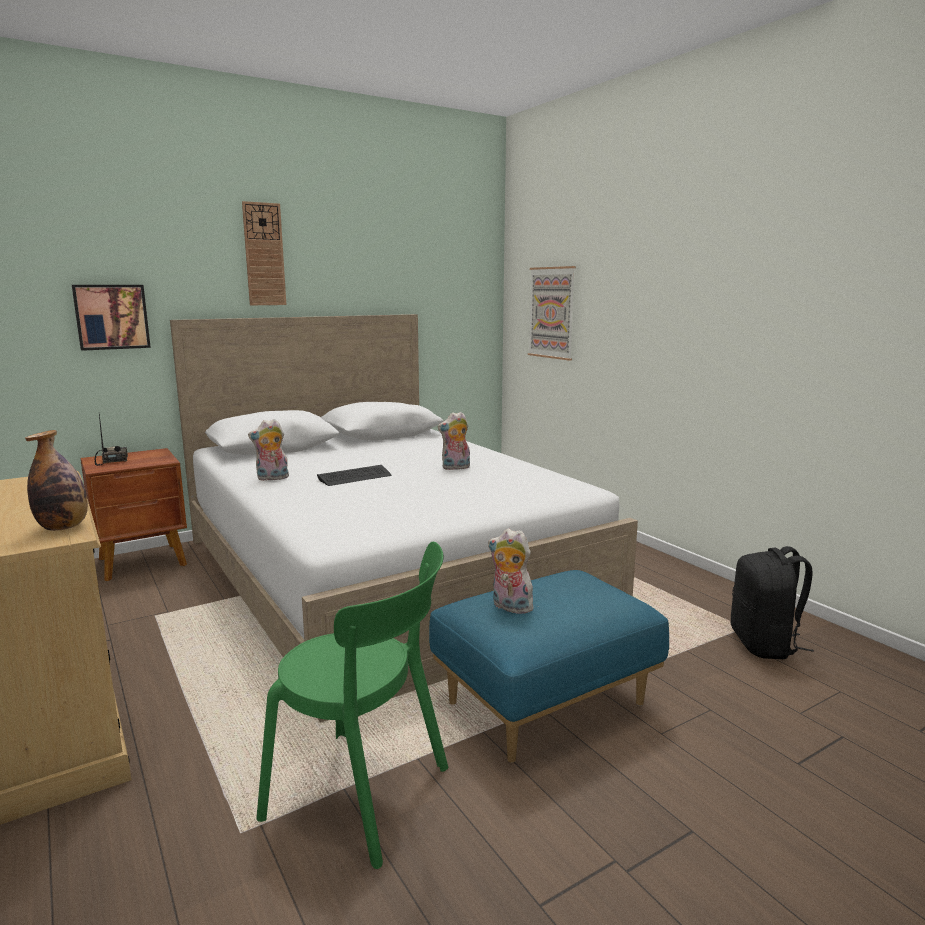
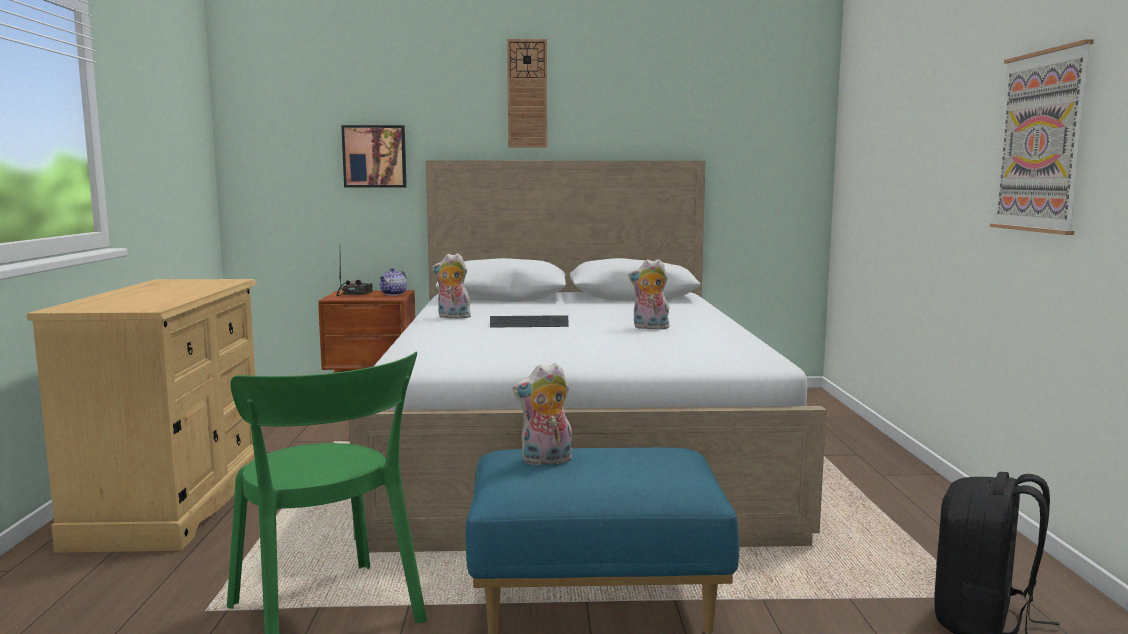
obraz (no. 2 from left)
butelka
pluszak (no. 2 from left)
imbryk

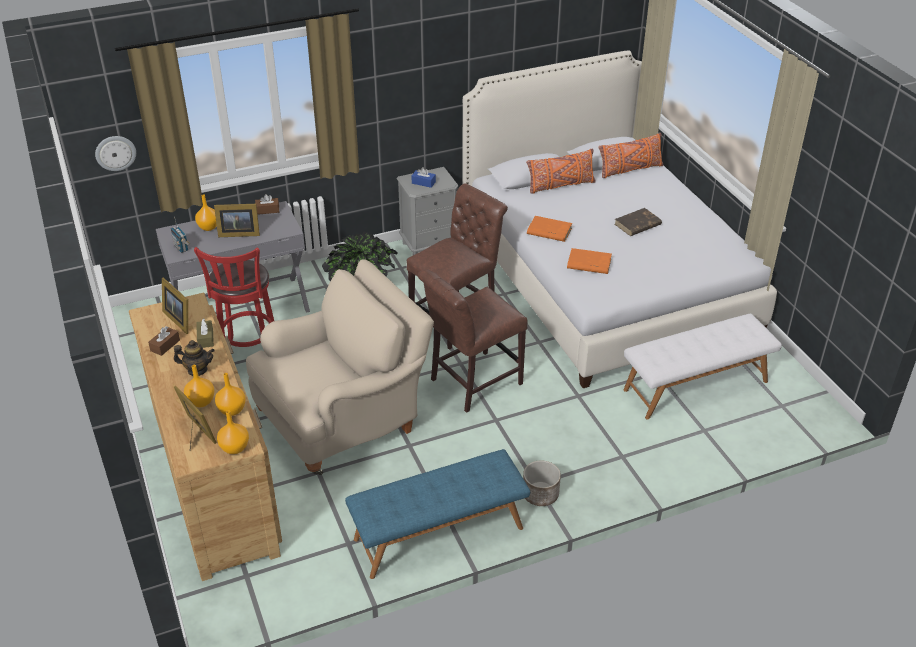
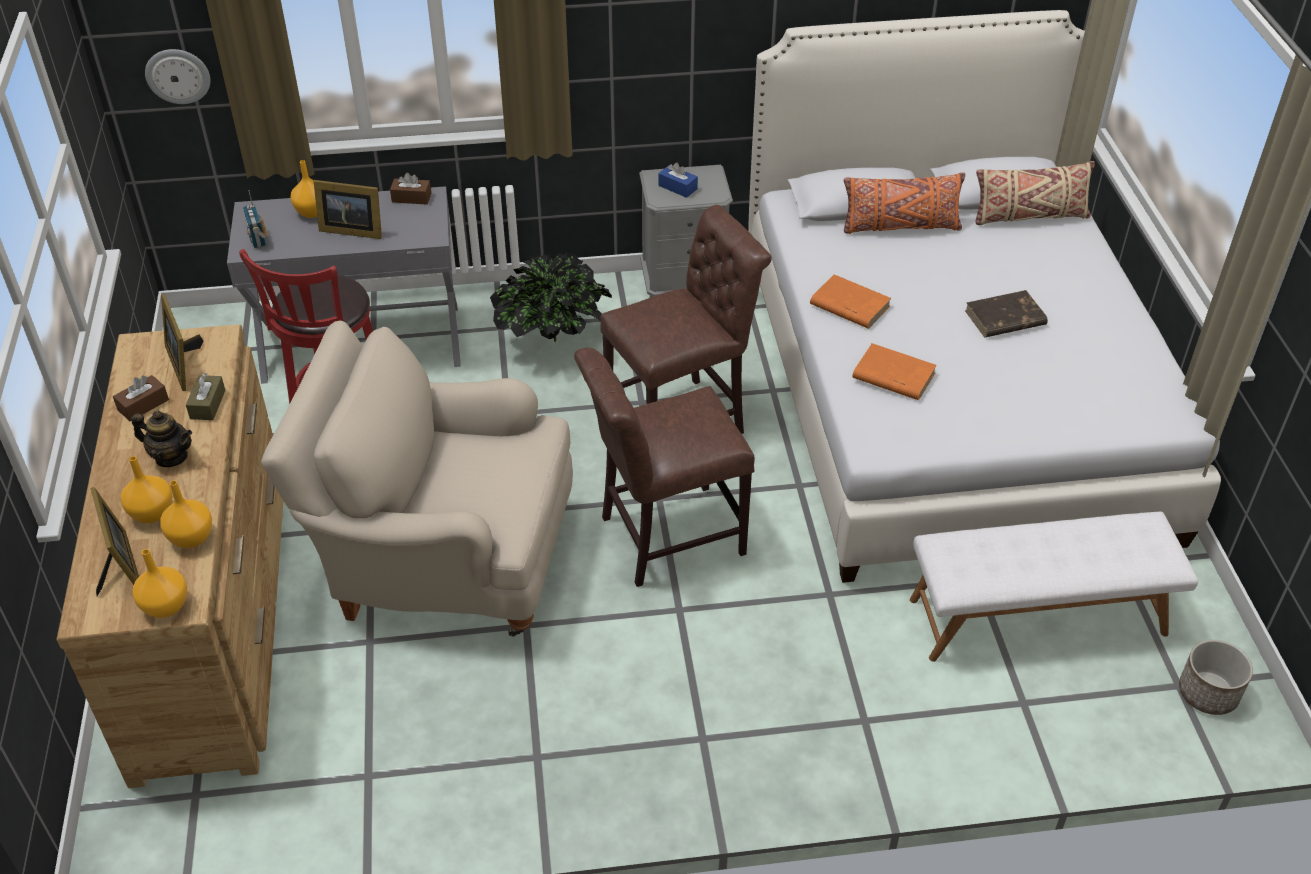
poduszka [beżowy]
fotel [beżowy]
ławka [niebieski]
donica

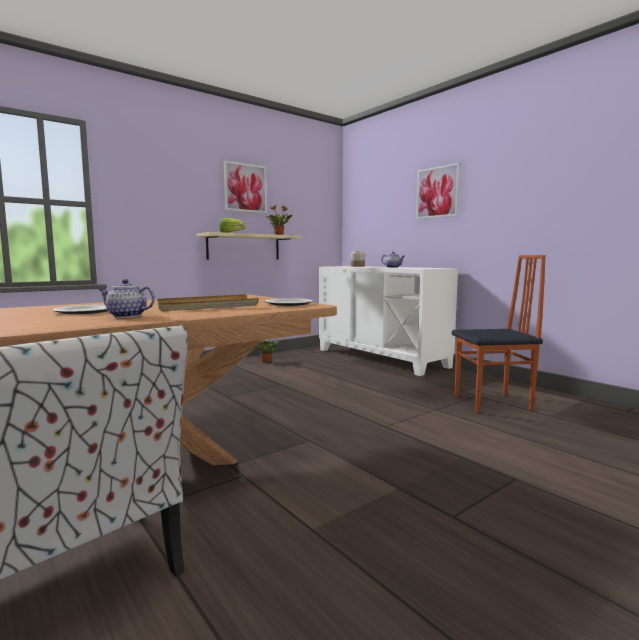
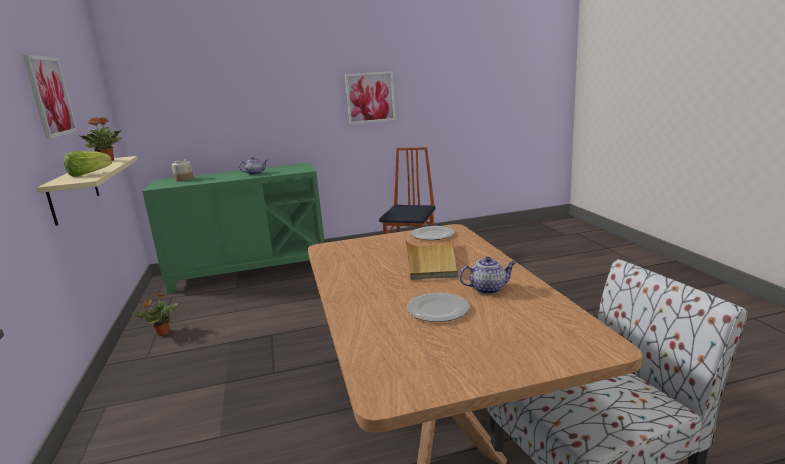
obraz (no. 2 from left)
szafka [zielony]
imbryk (no. 2 from left)

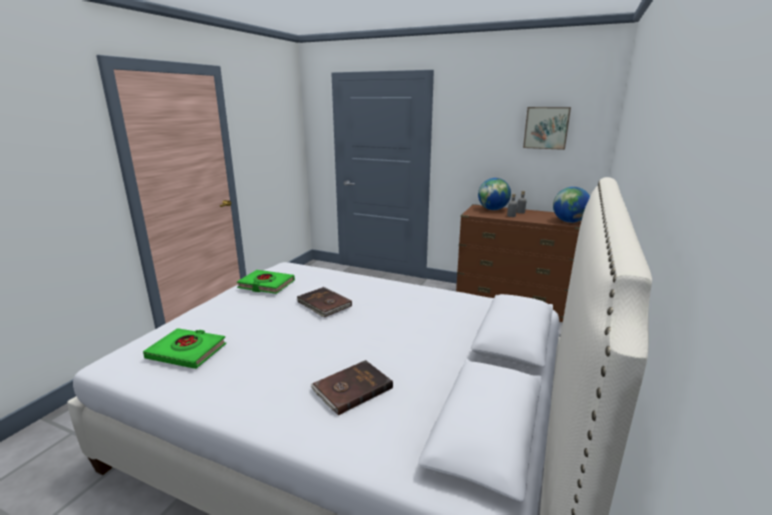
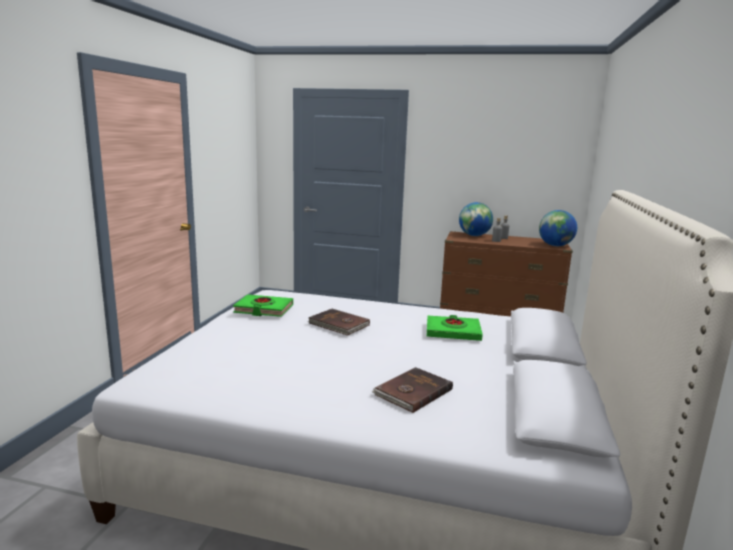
obraz
książka [zielony] (no. 2 from left)

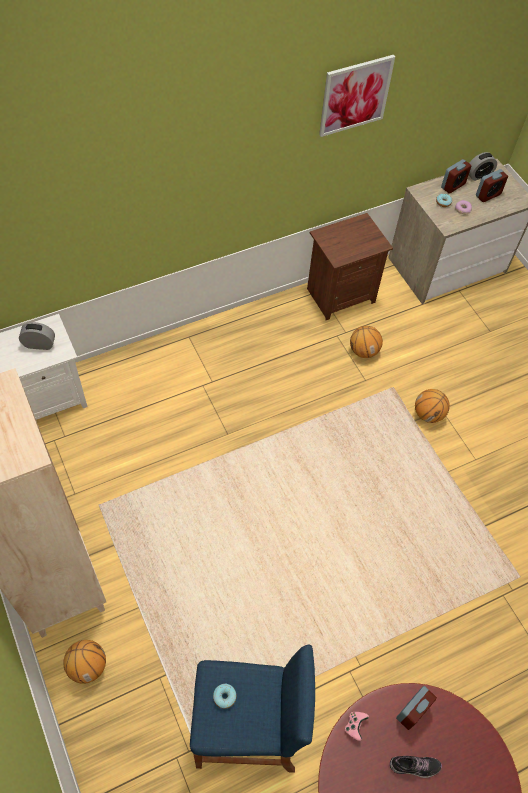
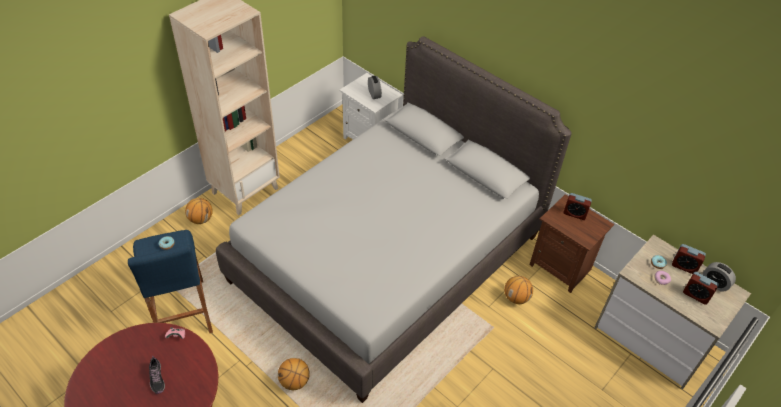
obraz
piłka do koszykówki (no. 2 from left)
budzik (no. 2 from left)
łóżko [szary]

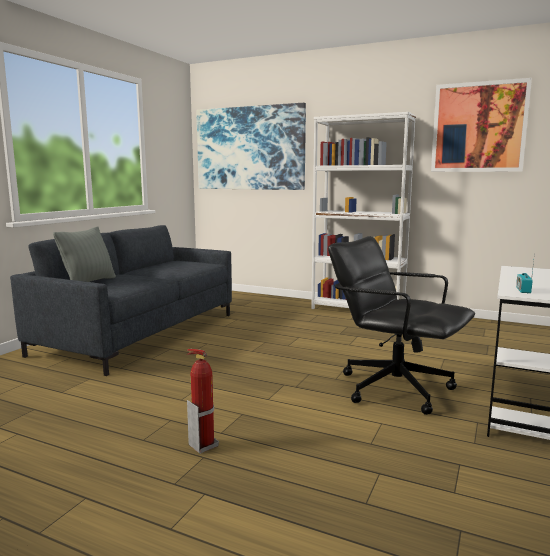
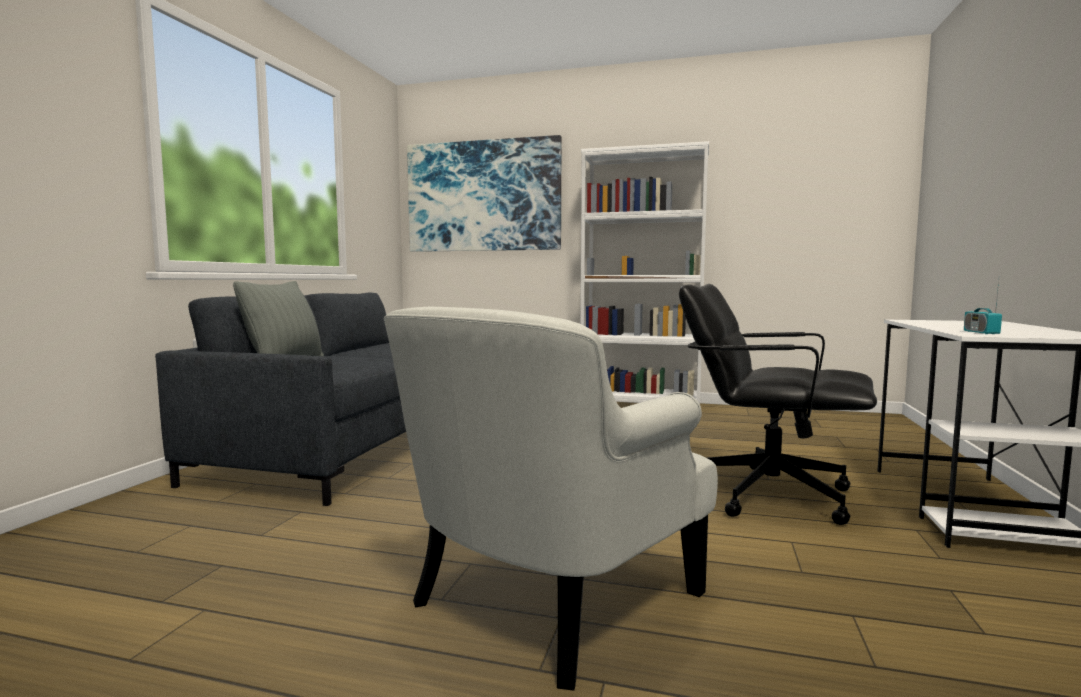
obraz (no. 2 from left in the first image)
fotel [biały]

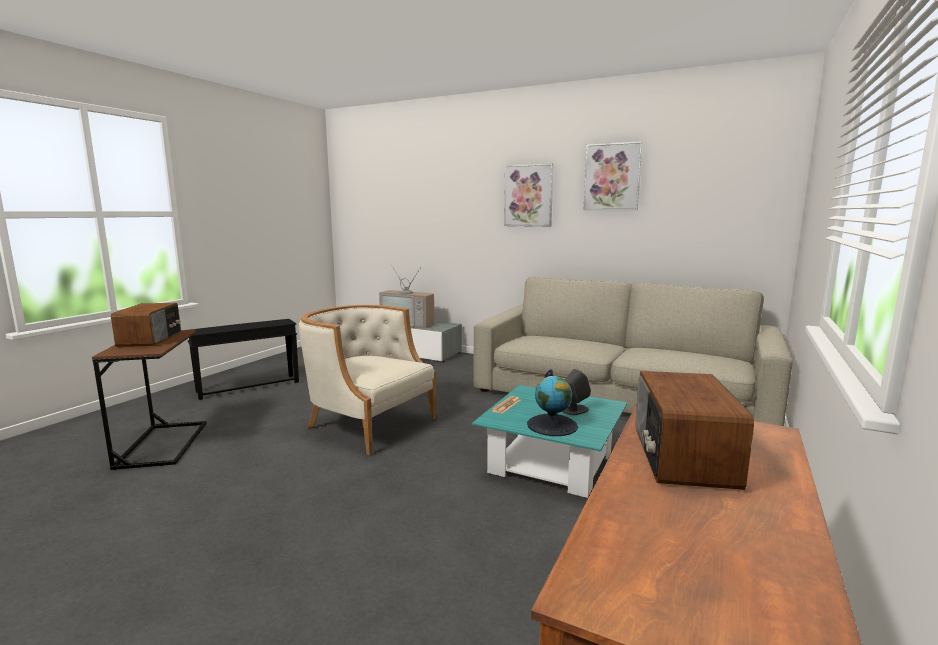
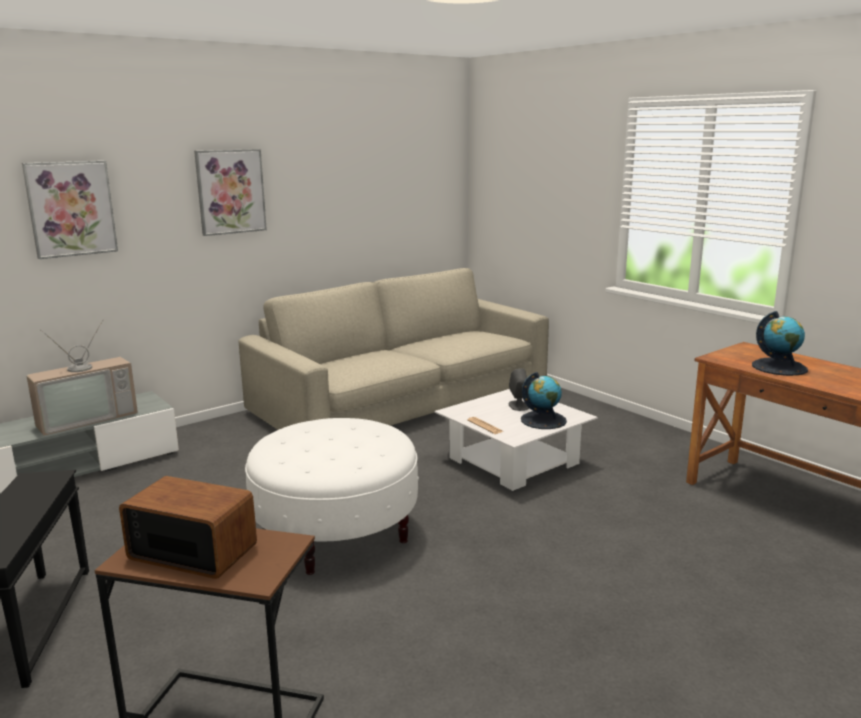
obraz (no. 1 from left)
pufa [biały]
globus (no. 2 from left)
ława [biały]

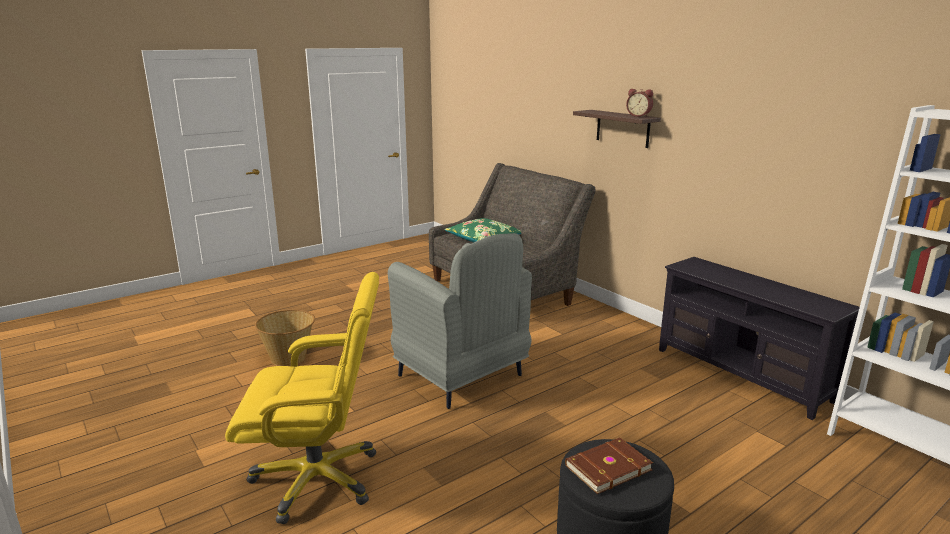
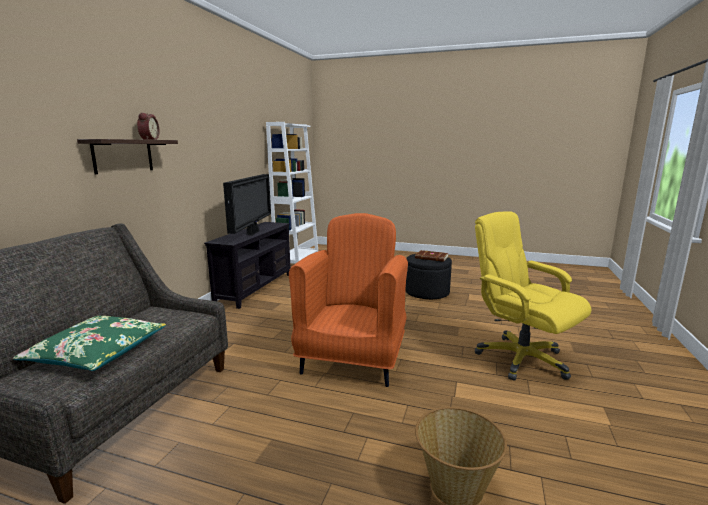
fotel [pomarańczowy]
telewizor

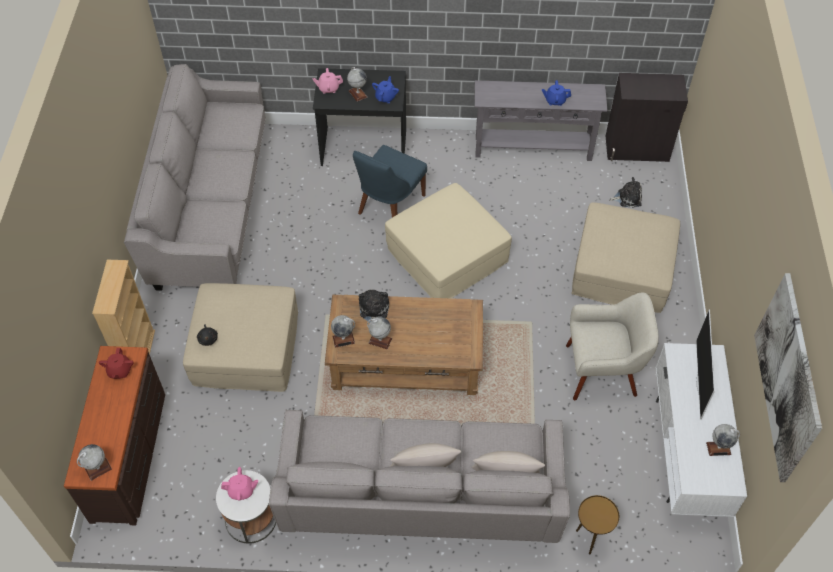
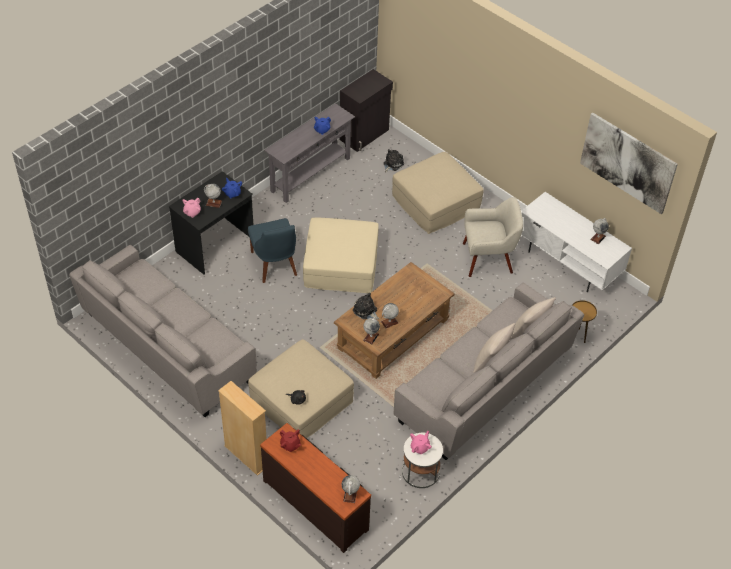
fotel [beżowy]
telewizor

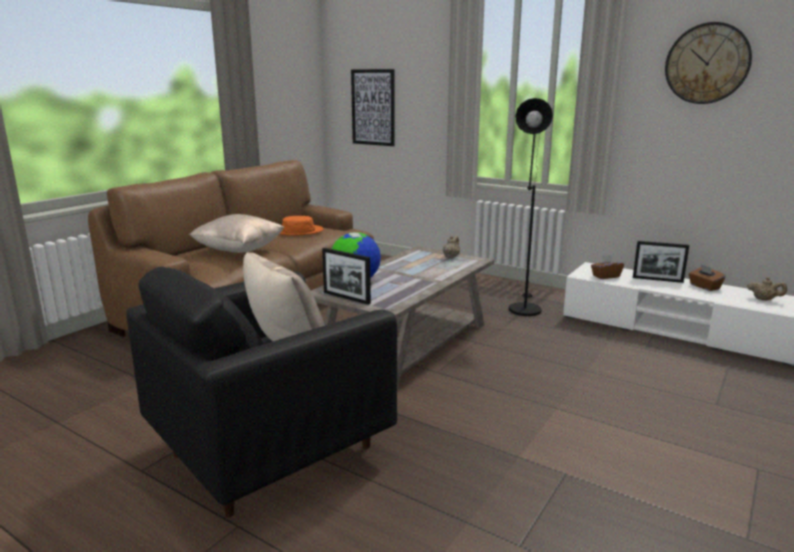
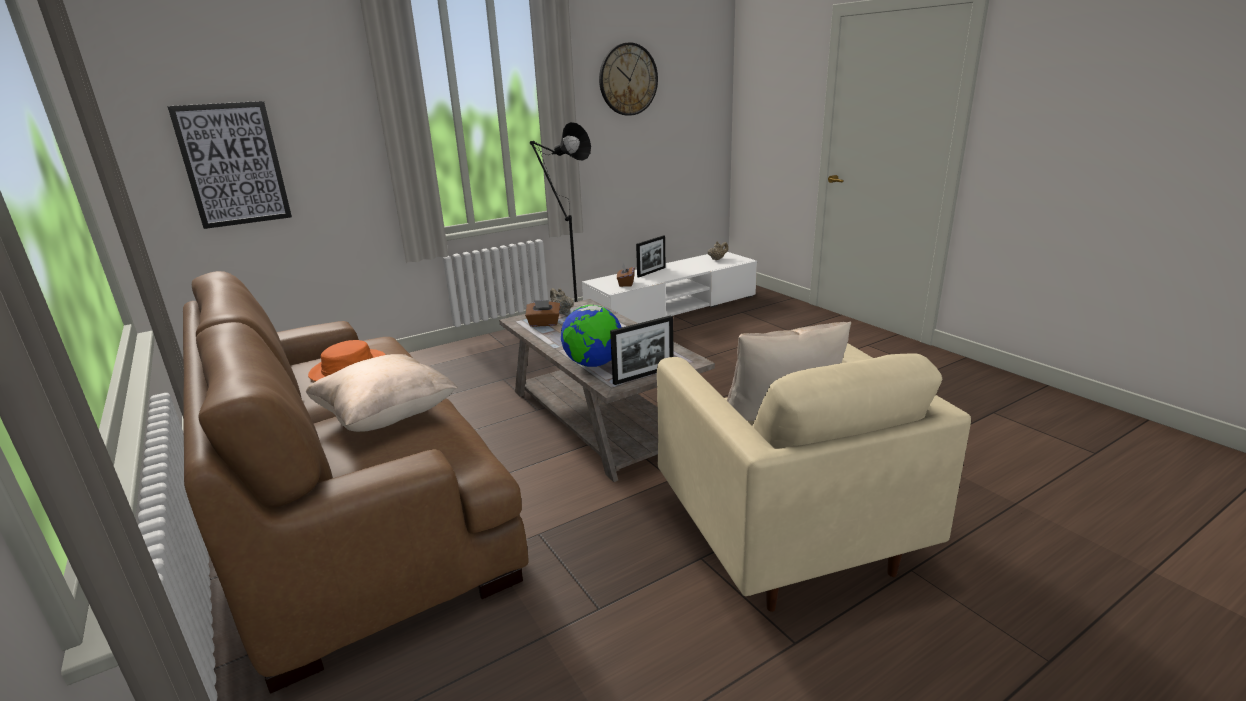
pudełko chusteczek [brązowy] (no. 1 from left)
fotel [beżowy]

